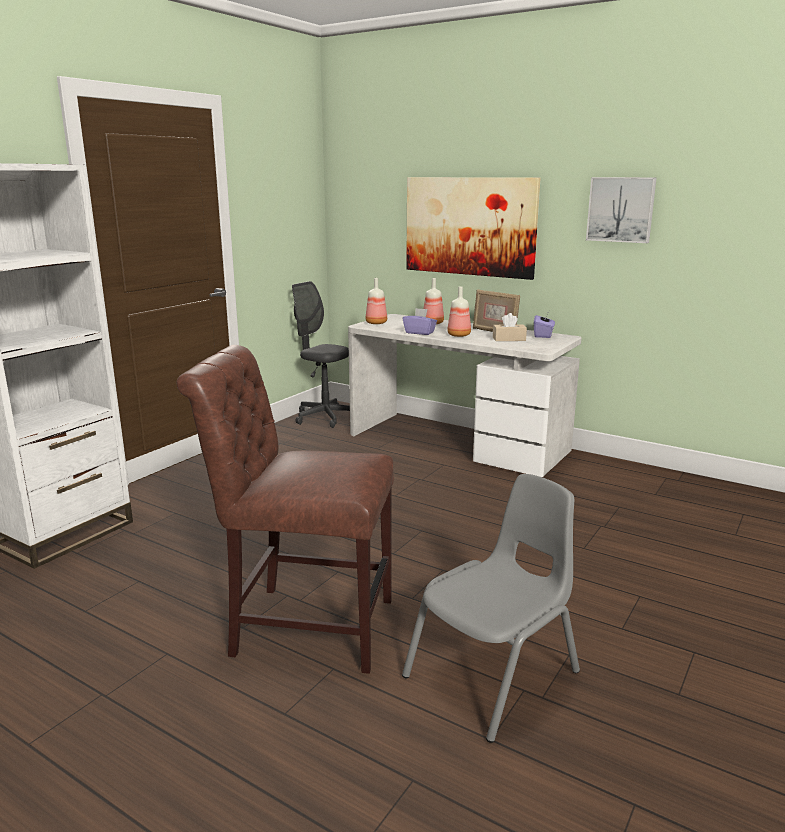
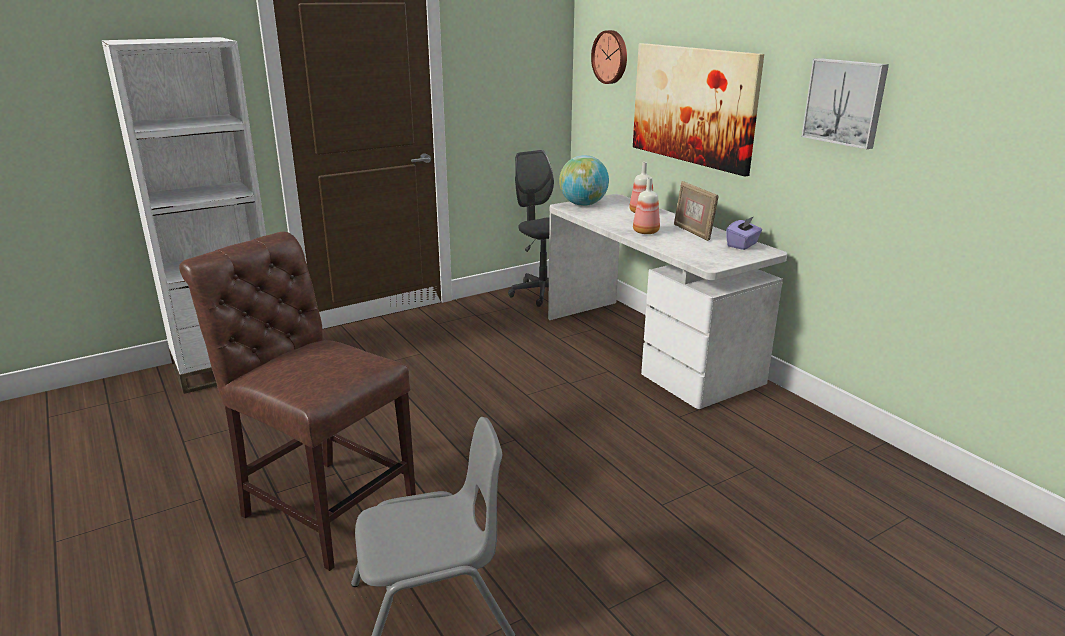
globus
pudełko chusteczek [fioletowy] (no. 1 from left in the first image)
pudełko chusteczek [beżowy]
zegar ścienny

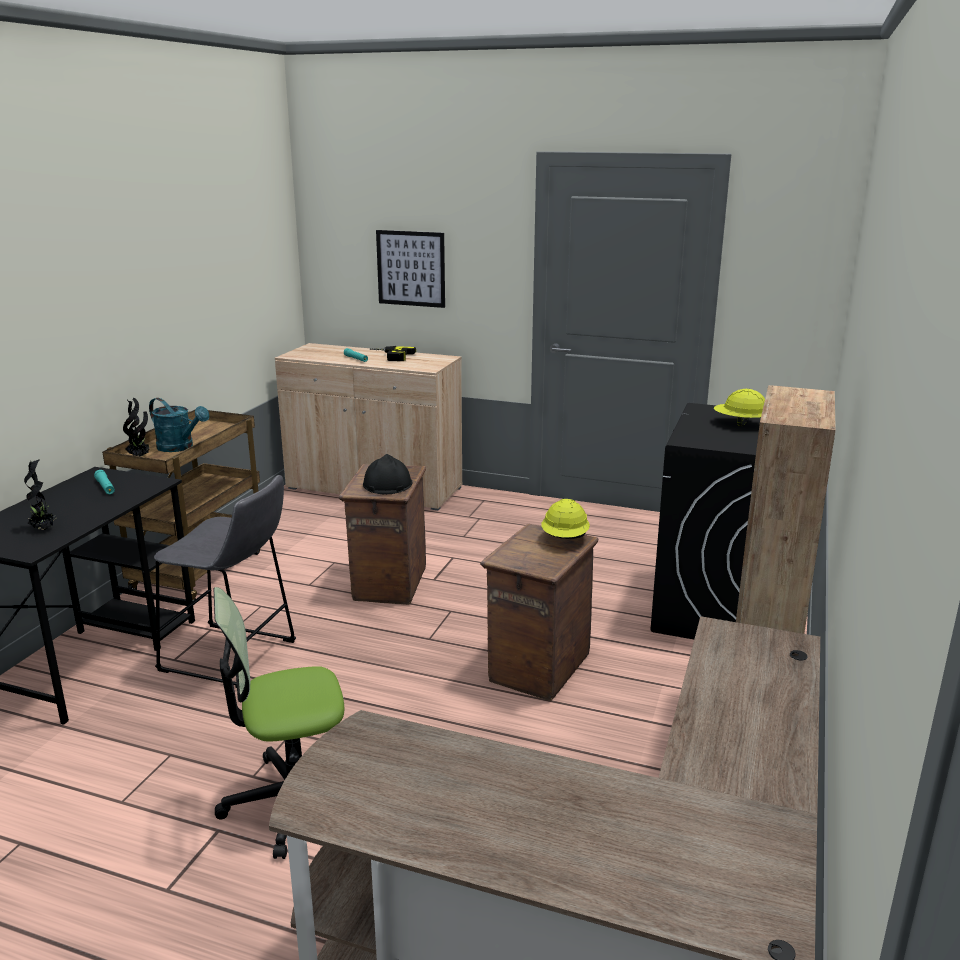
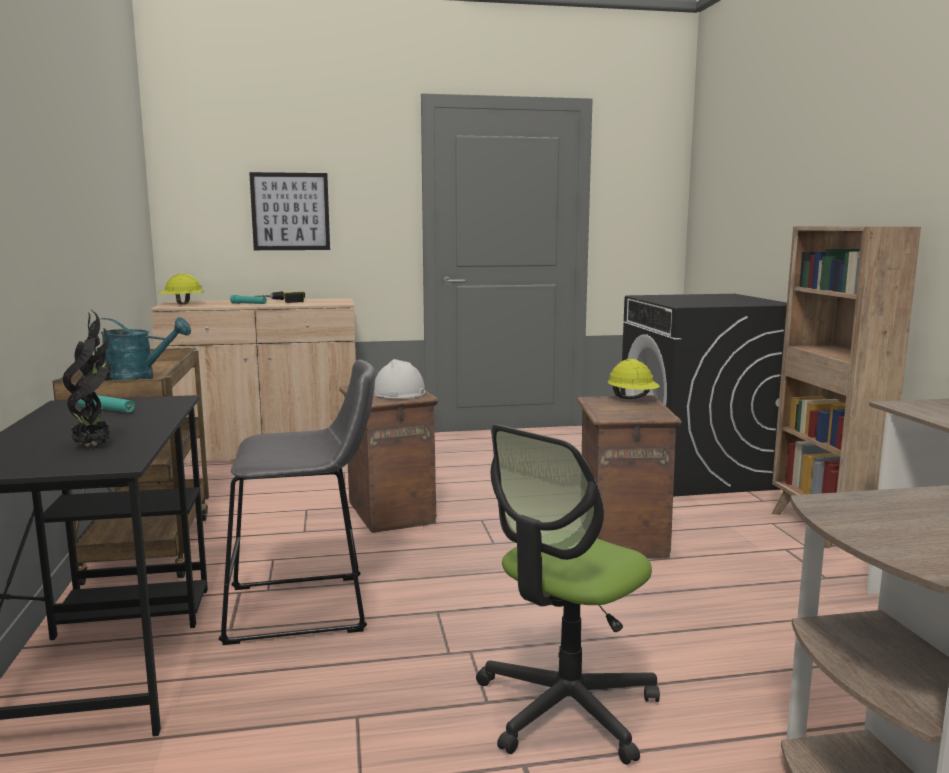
kask [żółty] (no. 1 from left)
kask [biały]

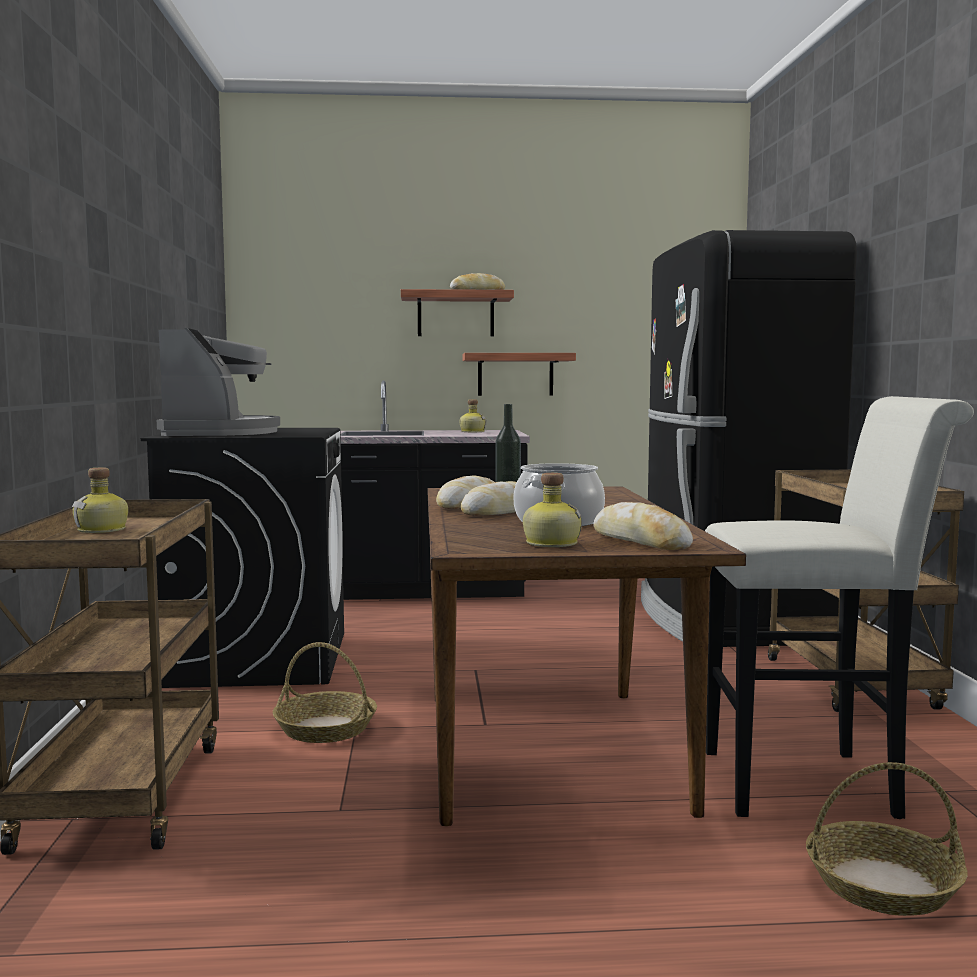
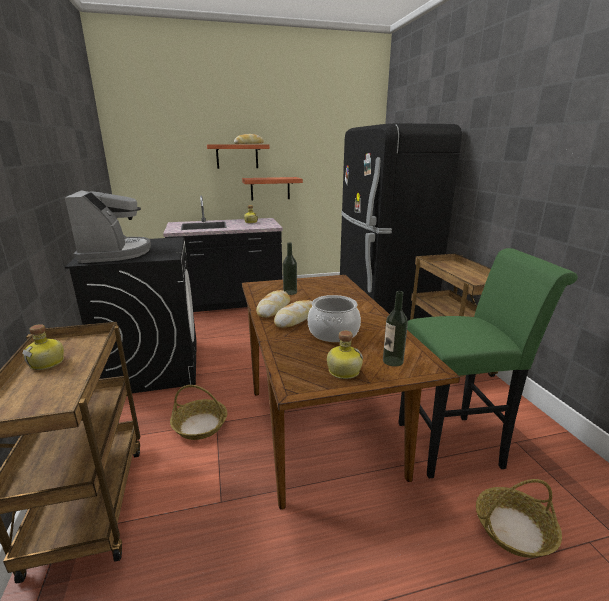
stołek [zielony]
butelka (no. 5 from left)

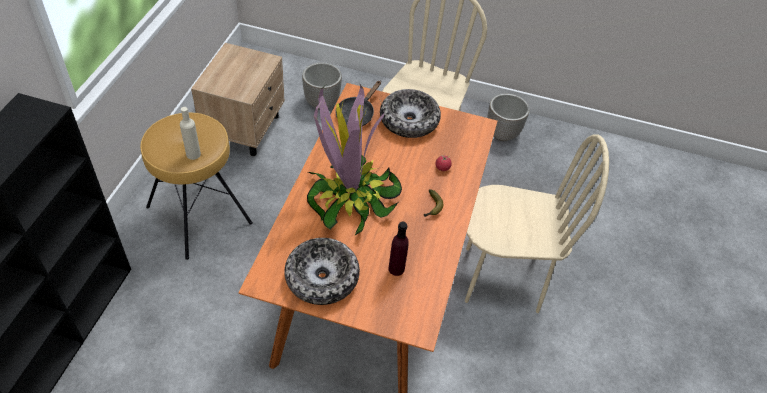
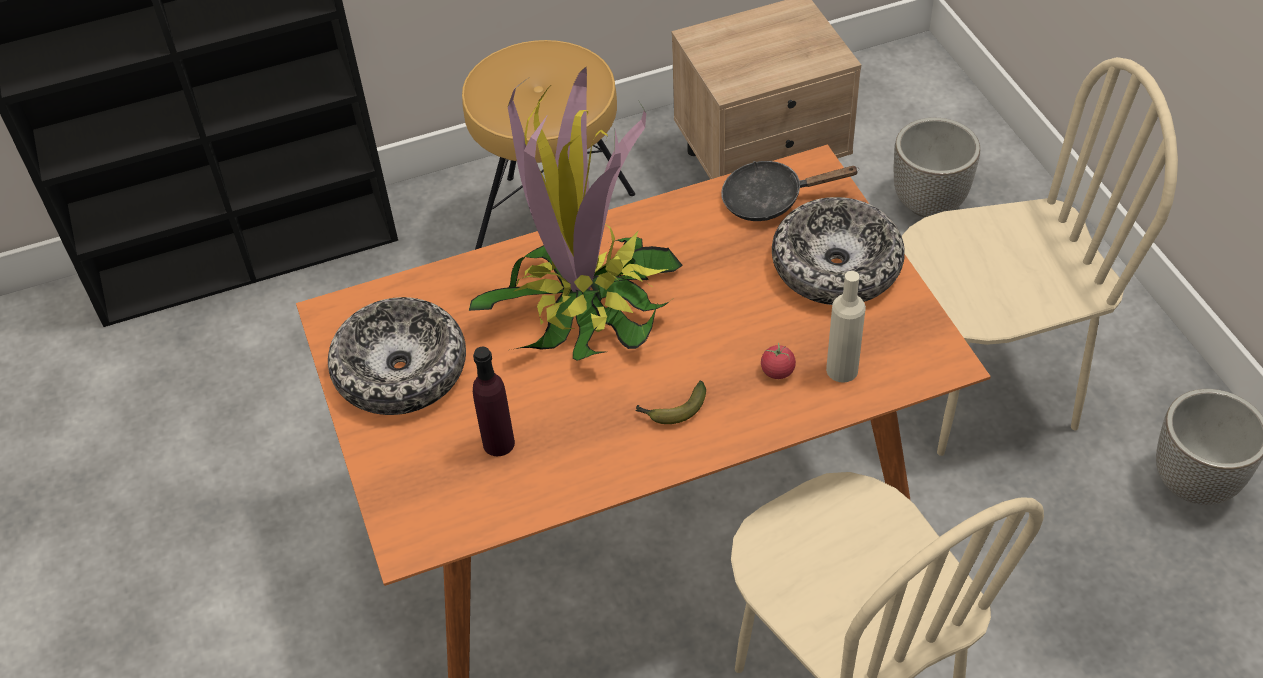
butelka [beżowy]

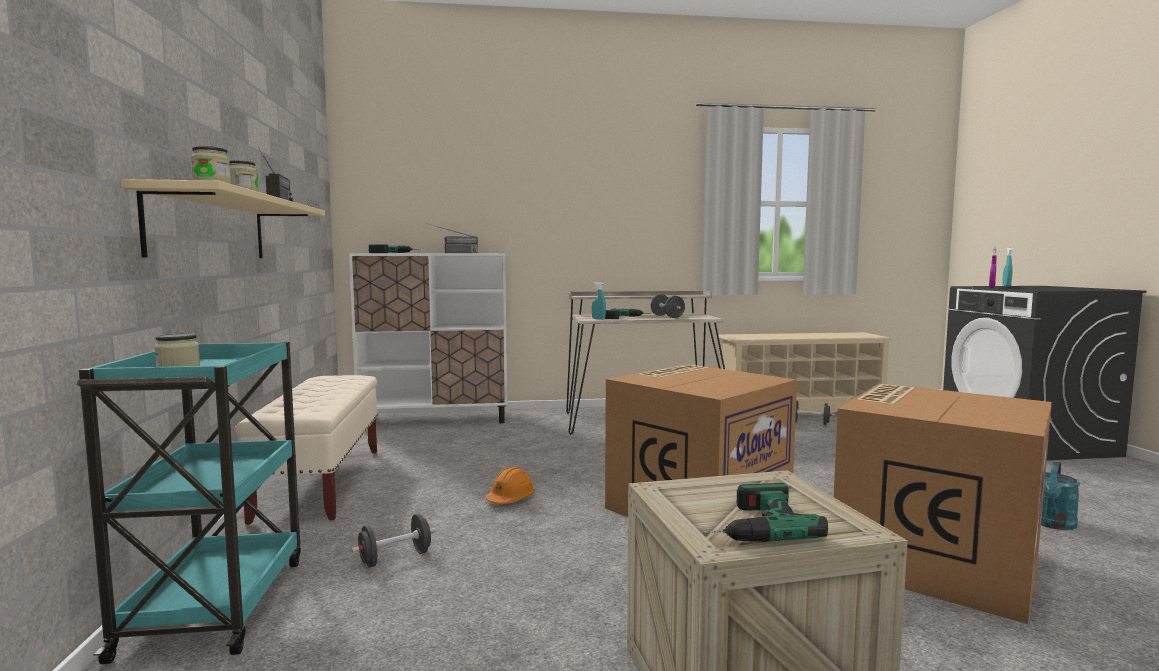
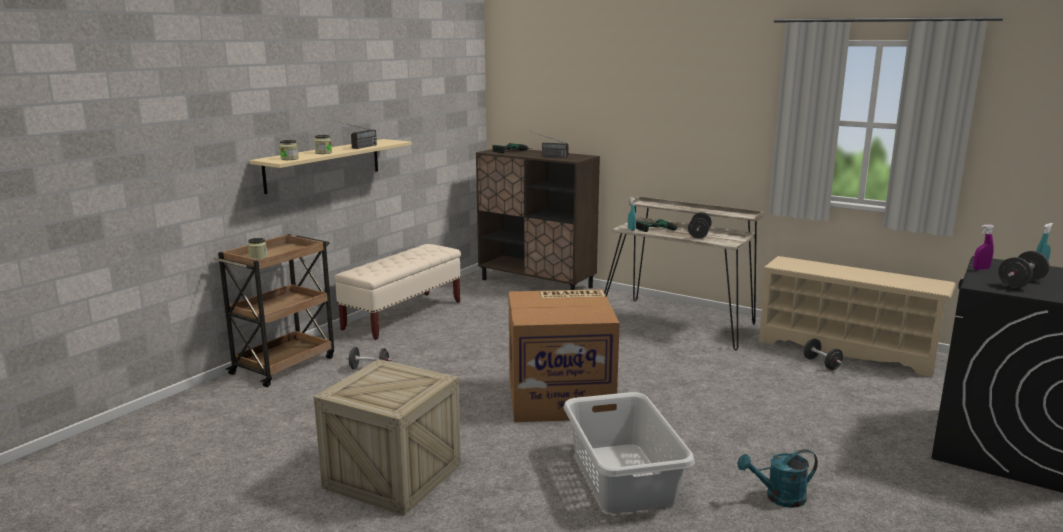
szafka [brązowy]
wózek [brązowy]
kosz na pranie [szary]
kask [pomarańczowy]
wiertarka (no. 3 from left in the first image)
hantel [czarny] (no. 4 from left)

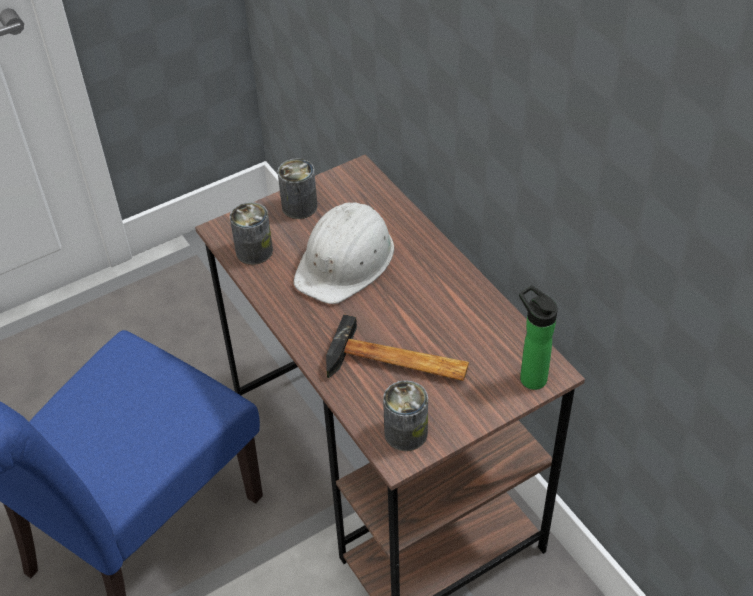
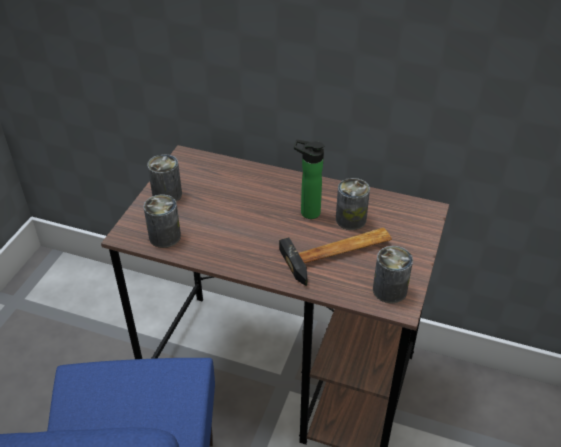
kask [biały]
butelka
puszka (no. 3 from left)

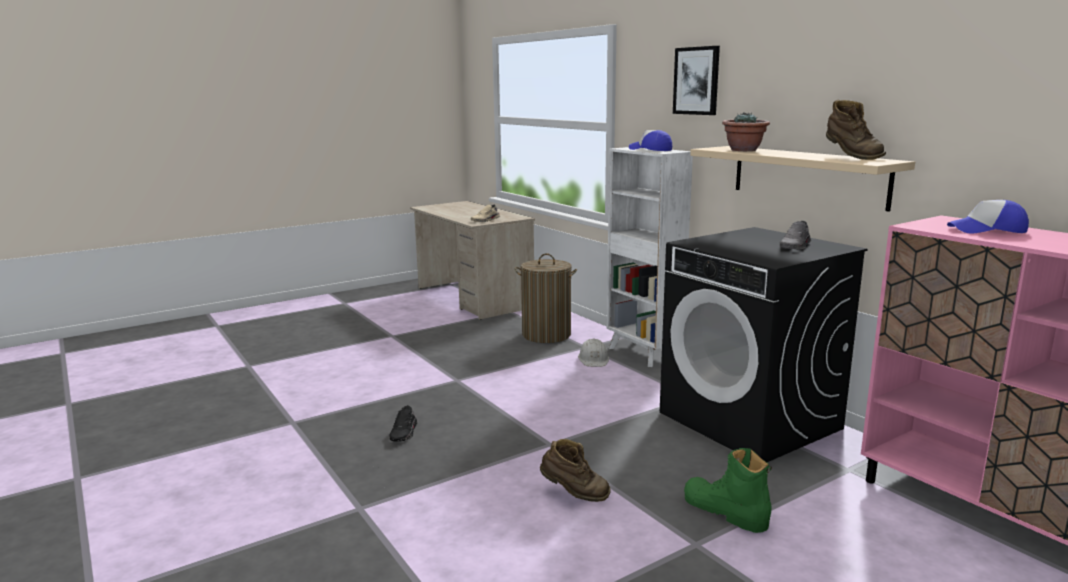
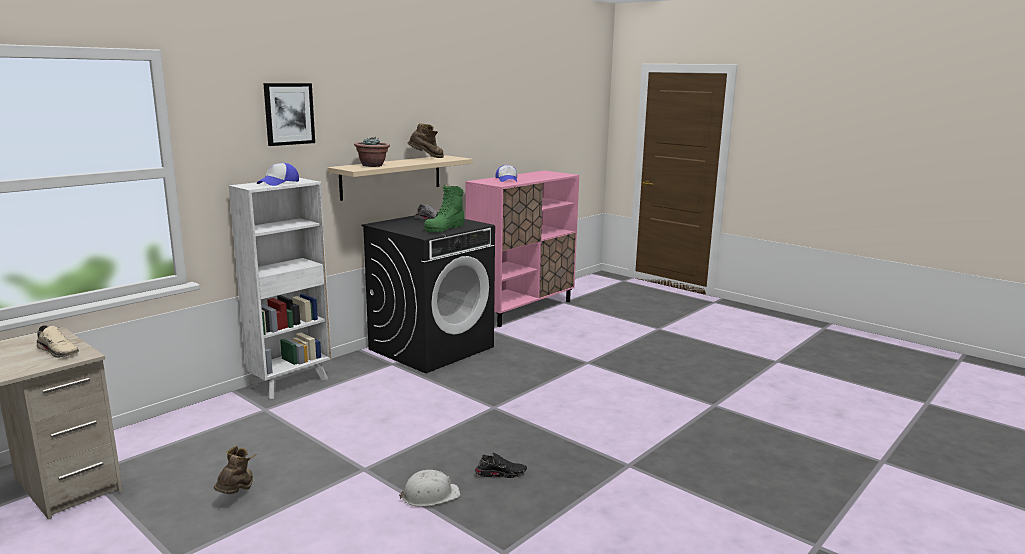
kosz na pranie
kask [biały]
but z cholewką [brązowy] (no. 1 from left)
but z cholewką [zielony]

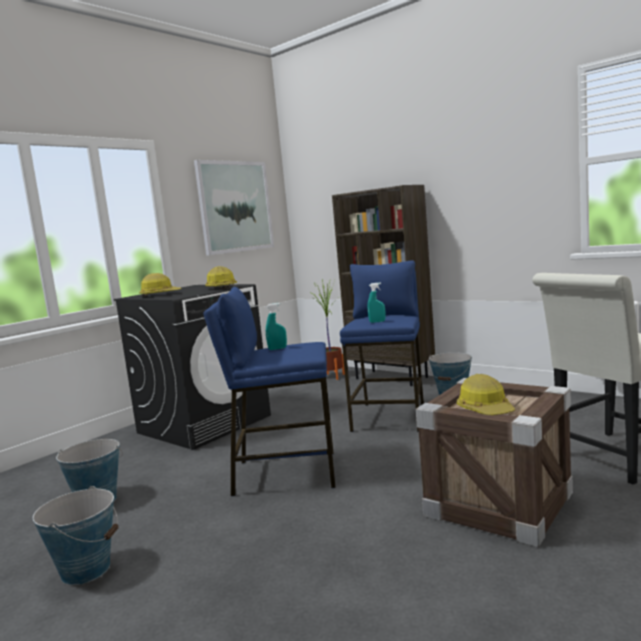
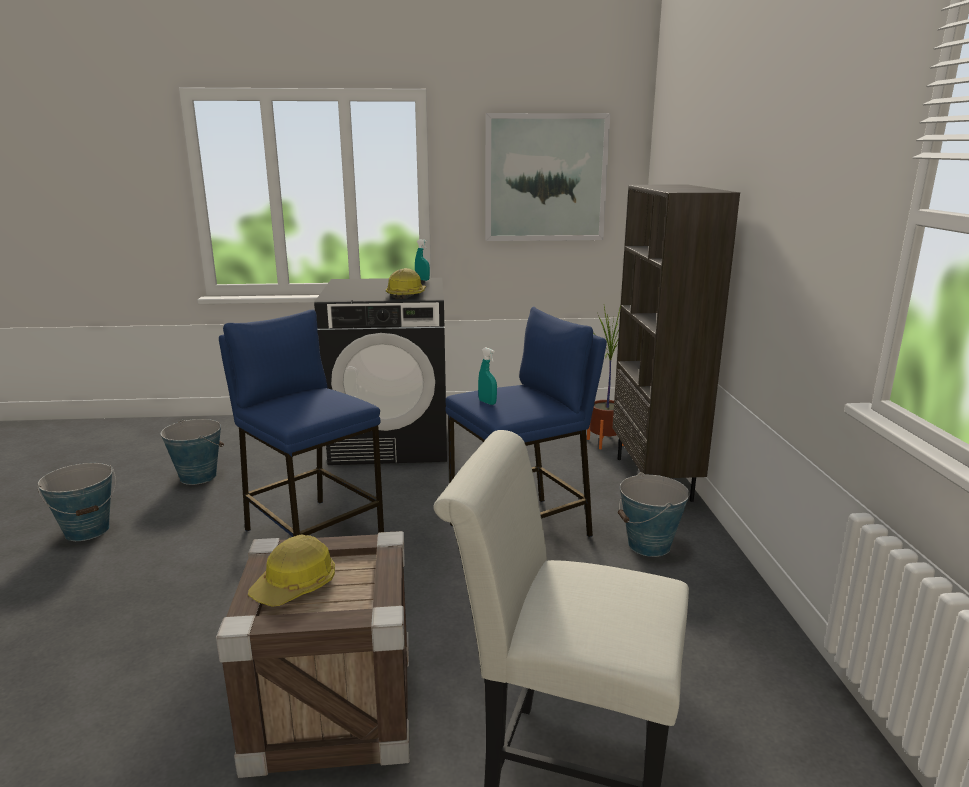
kask (no. 1 from left in the first image)
spryskiwacz [turkusowy] (no. 1 from left)

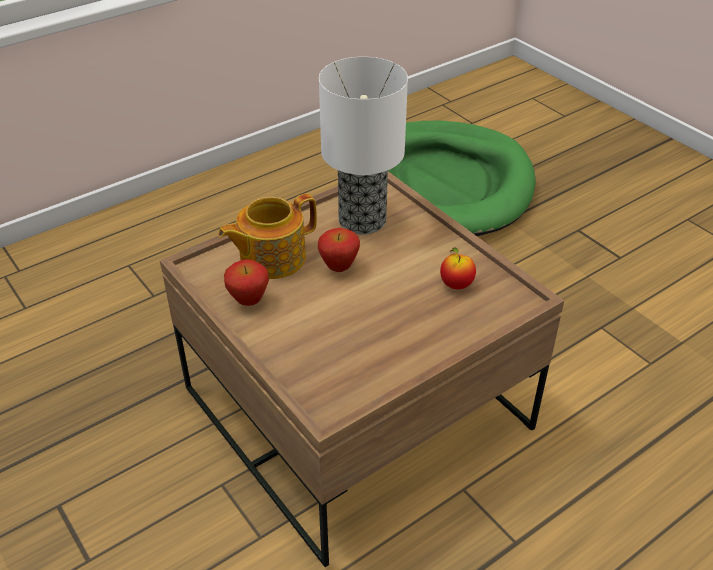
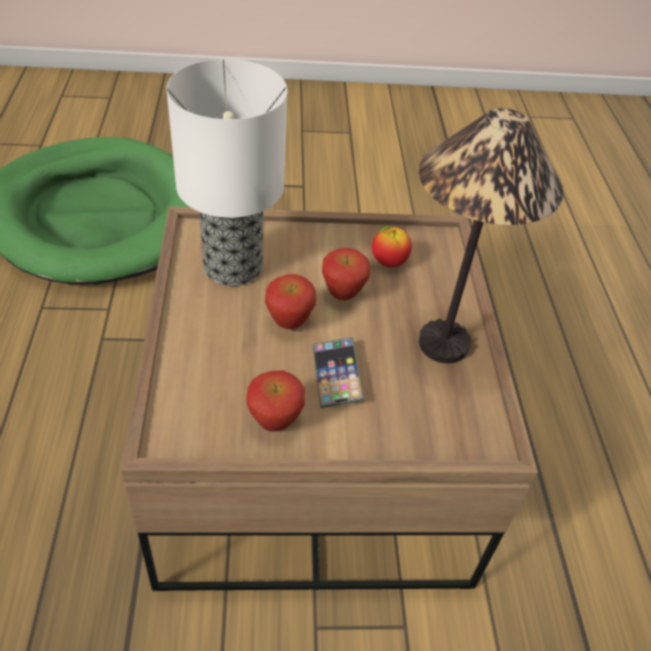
imbryk
lampa stołowa (no. 2 from left)
jabłko (no. 3 from left)
telefon

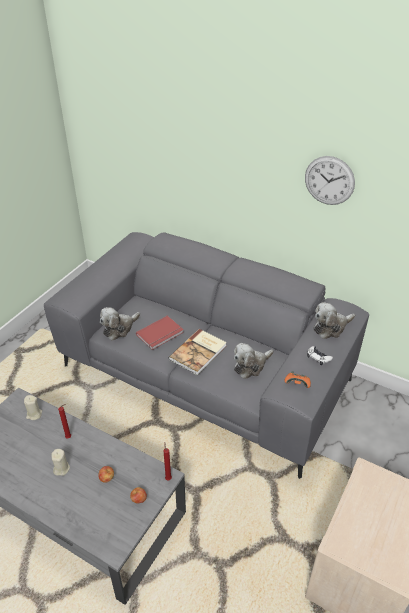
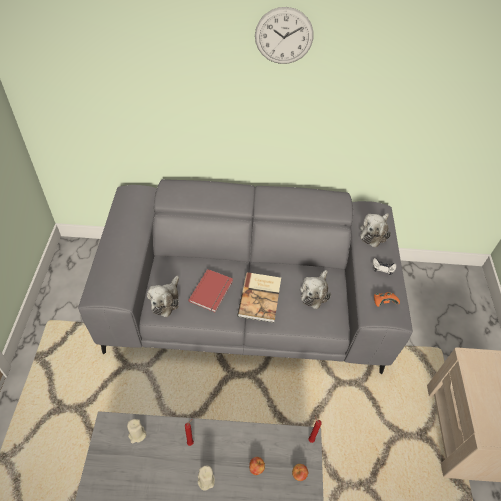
zegar ścienny

